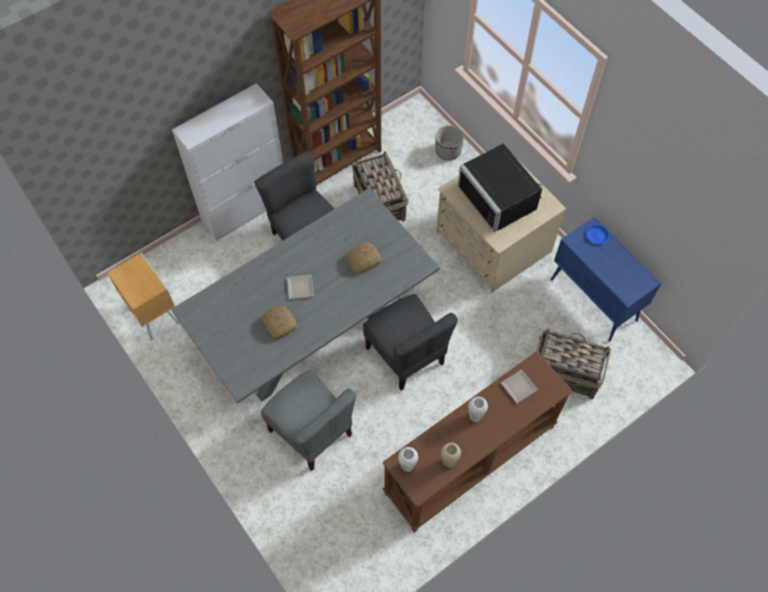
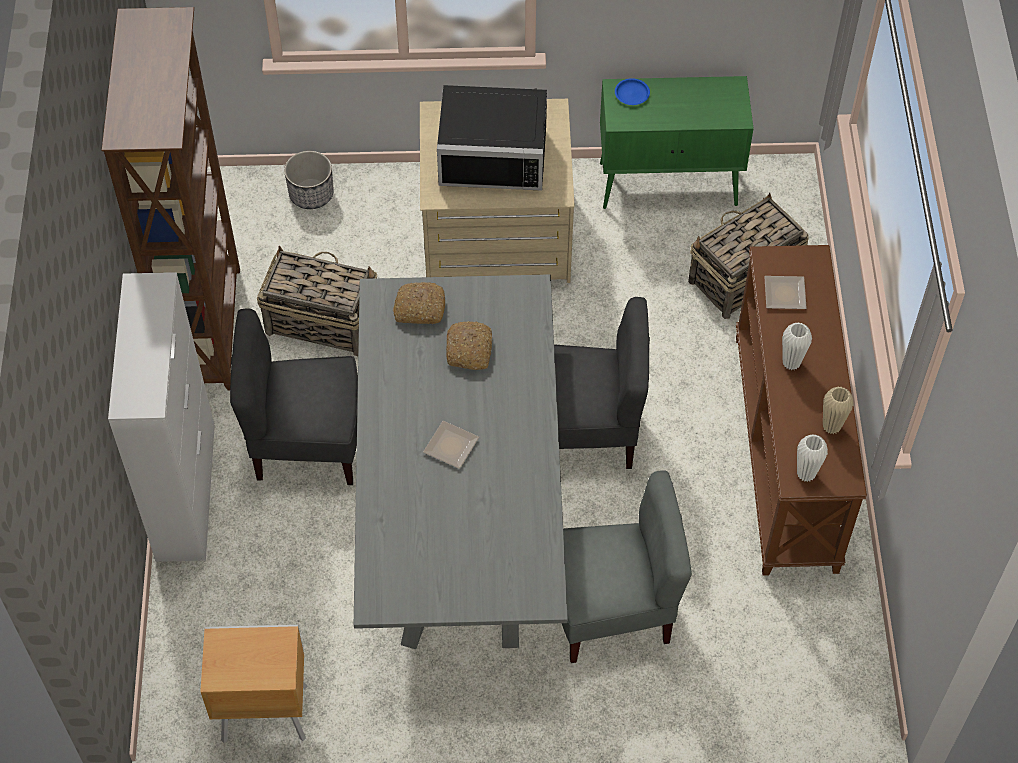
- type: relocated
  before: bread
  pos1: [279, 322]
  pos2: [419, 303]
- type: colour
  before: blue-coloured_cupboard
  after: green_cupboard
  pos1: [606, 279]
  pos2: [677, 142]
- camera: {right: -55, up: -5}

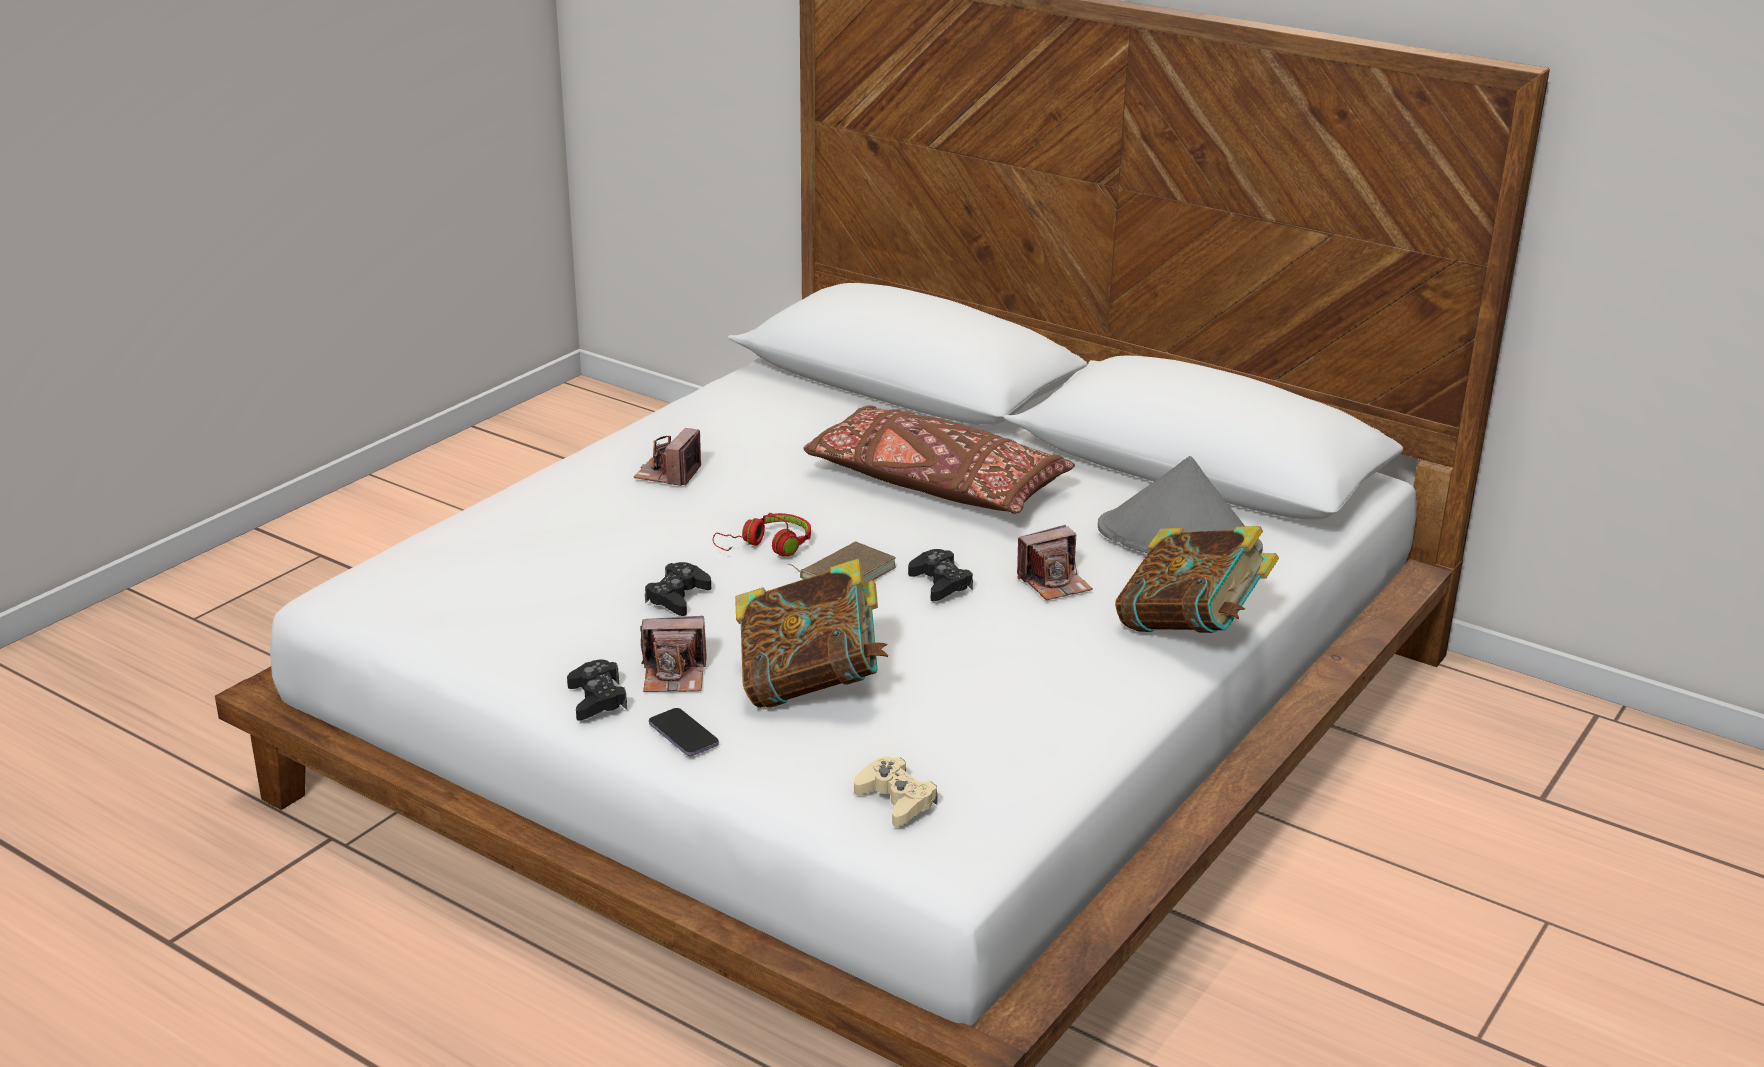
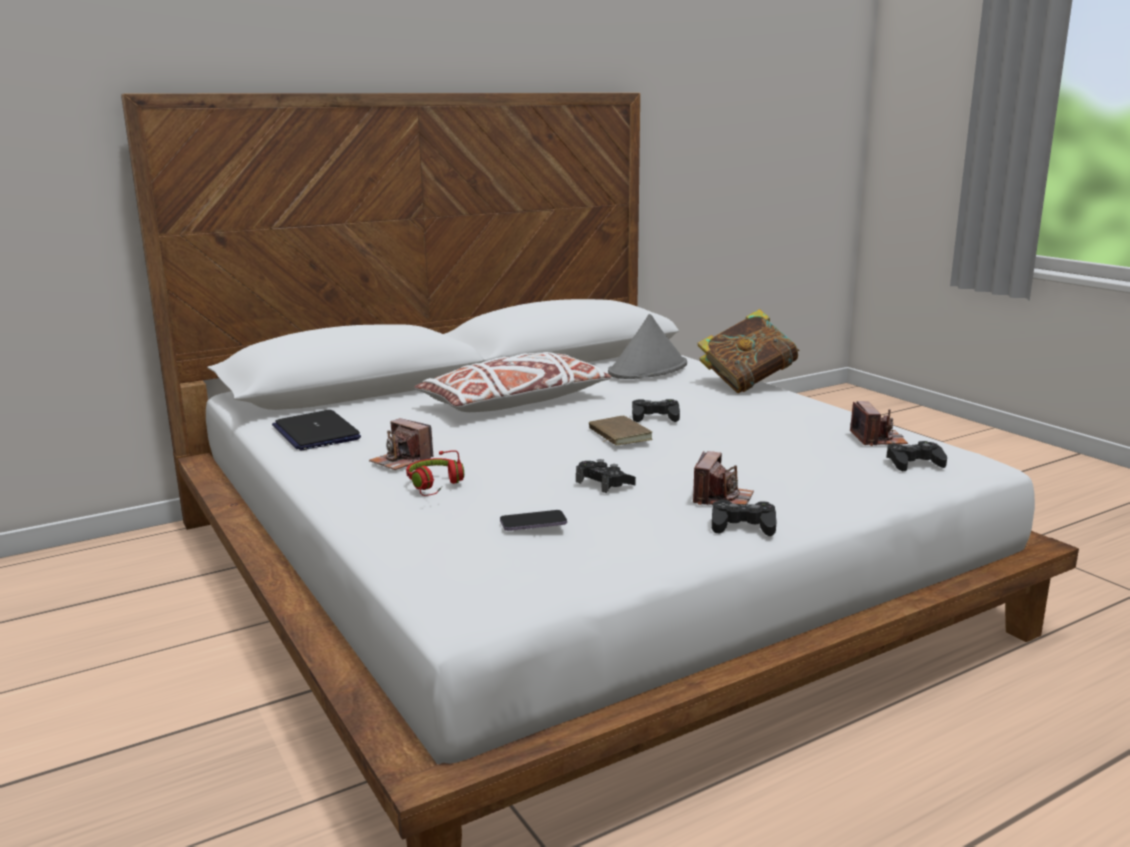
- type: appeared
  after: portable_computer
  pos2: [316, 430]
- type: relocated
  before: red_pair_of_headphones
  pos1: [762, 534]
  pos2: [435, 473]
- type: colour
  before: brown-coloured_throw_pillow
  after: whitish_throw_pillow
  pos1: [939, 459]
  pos2: [513, 382]
- type: relocated
  before: telephone
  pos1: [684, 732]
  pos2: [533, 520]
- type: relocated
  before: still_camera
  pos1: [1055, 562]
  pos2: [879, 423]
- type: colour
  before: beige-coloured_gamepad
  after: black_gamepad
  pos1: [896, 792]
  pos2: [917, 456]
- type: missing
  before: bound_book
  pos1: [811, 633]
- camera: {right: -65, up: -10}

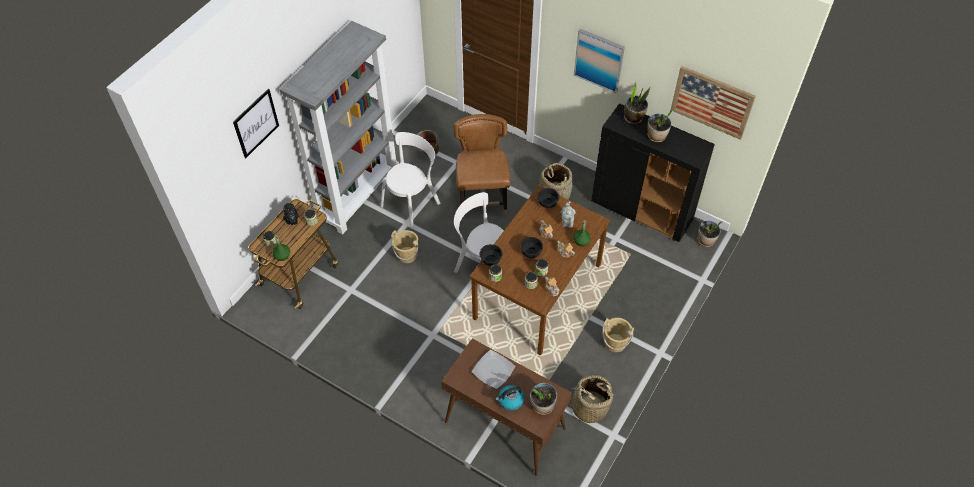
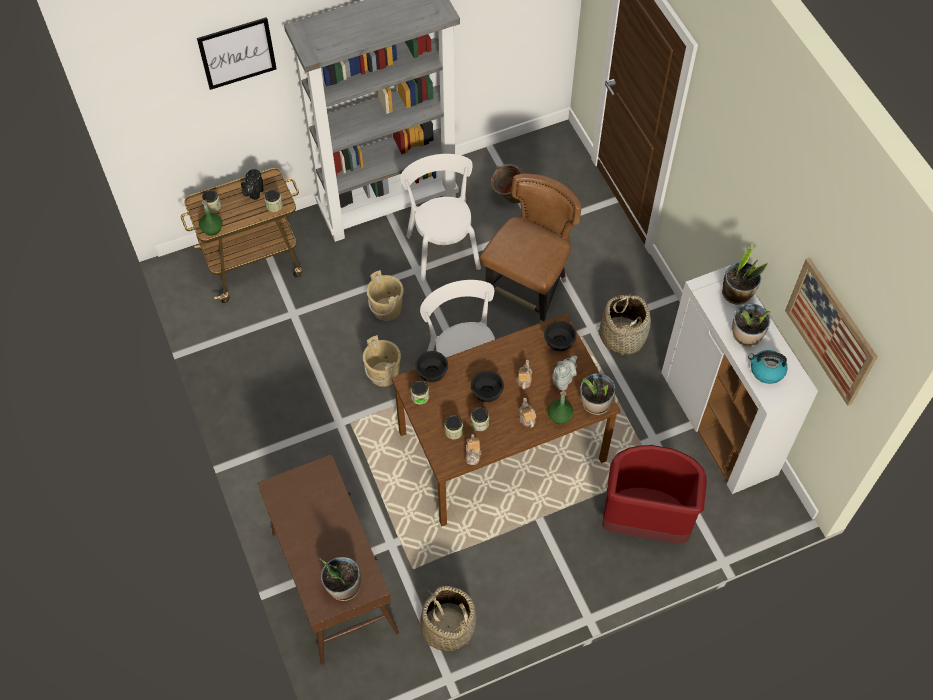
- type: relocated
  before: beige-coloured_bucket
  pos1: [618, 335]
  pos2: [382, 361]
- type: spun
  before: whitish_chair
  pos1: [410, 180]
  pos2: [441, 218]
  turn: -90
- type: relocated
  before: potted_plant
  pos1: [710, 234]
  pos2: [598, 394]
- type: appeared
  after: red_trash_can
  pos2: [654, 494]
- type: colour
  before: black_cupboard
  after: whitish_cupboard
  pos1: [653, 172]
  pos2: [739, 379]
- type: relocated
  before: water_kettle
  pos1: [509, 397]
  pos2: [768, 367]
- type: missing
  before: plate
  pos1: [493, 369]
- type: missing
  before: wall_picture
  pos1: [599, 61]
- camera: {right: 35, up: 5}

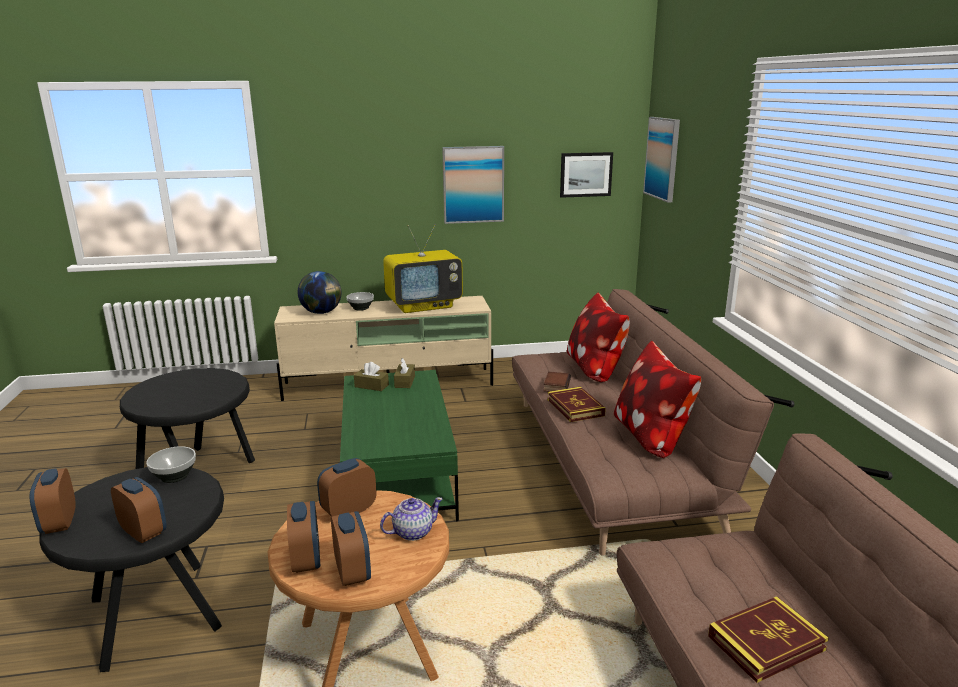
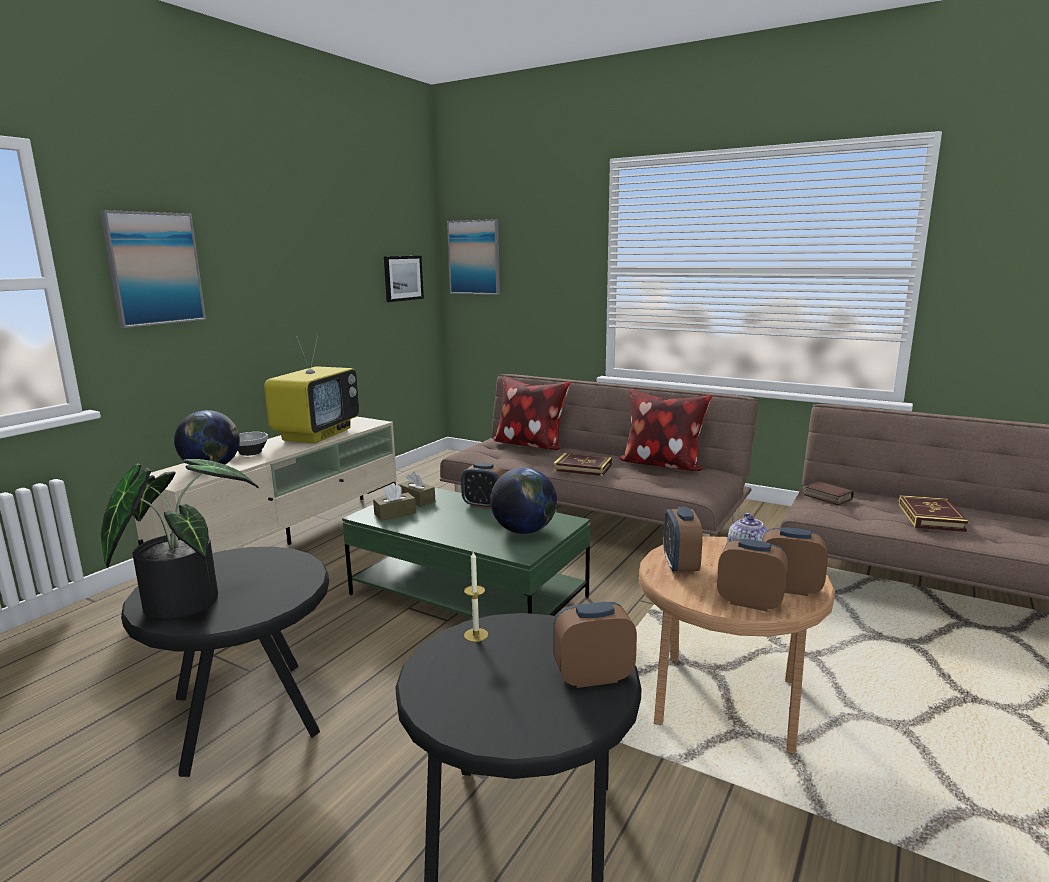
- type: relocated
  before: wall_picture
  pos1: [473, 185]
  pos2: [153, 269]
- type: appeared
  after: potted_plant
  pos2: [179, 540]
- type: relocated
  before: table_clock
  pos1: [52, 501]
  pos2: [483, 486]
- type: exchanged
  before: bowl
  after: candle
  pos1: [171, 464]
  pos2: [476, 597]
- type: appeared
  after: globe
  pos2: [523, 500]
- type: relocated
  before: bound_book
  pos1: [557, 382]
  pos2: [829, 493]
- camera: {right: -50, up: -5}

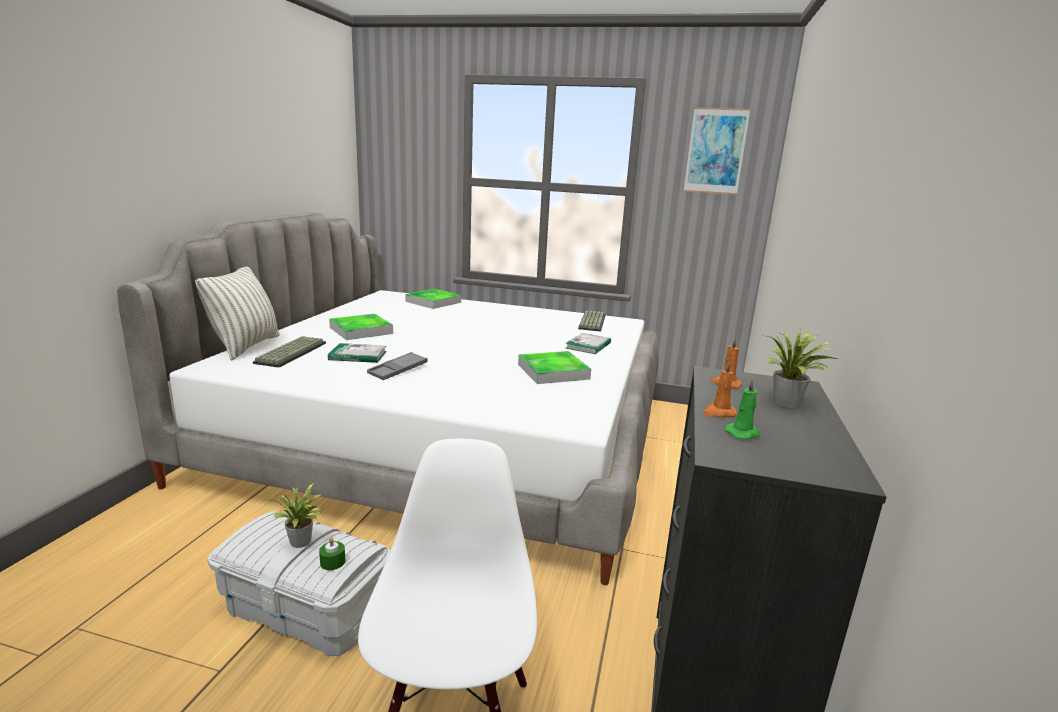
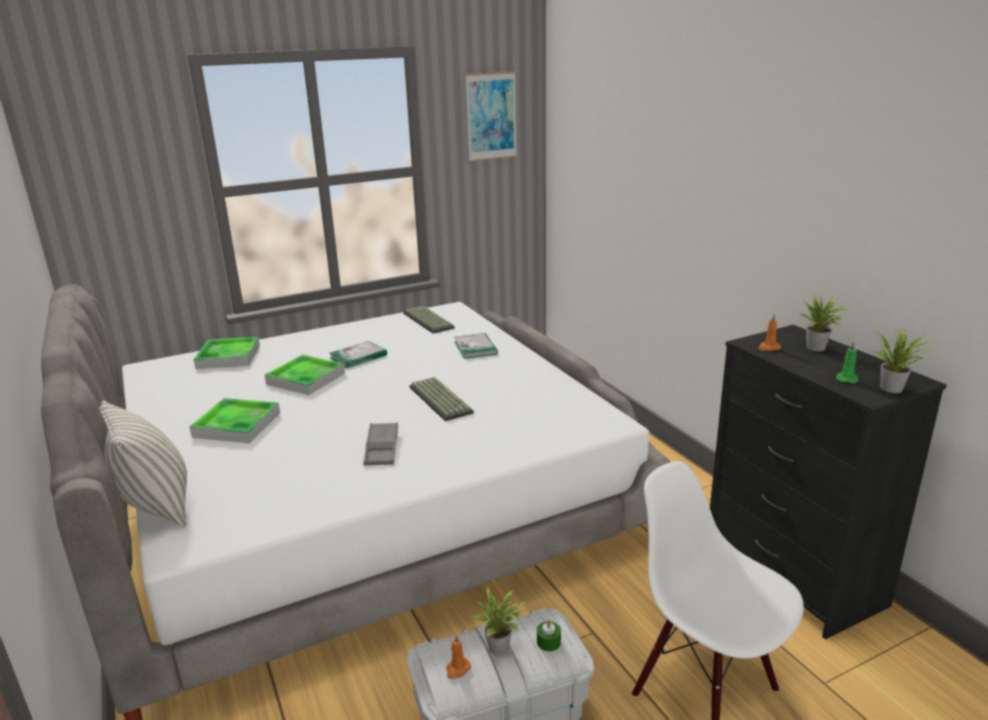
- type: relocated
  before: carrying_tray
  pos1: [554, 367]
  pos2: [304, 375]
- type: relocated
  before: bound_book
  pos1: [357, 353]
  pos2: [358, 354]
- type: relocated
  before: PC_keyboard
  pos1: [289, 352]
  pos2: [441, 399]
- type: relocated
  before: orangey_candle
  pos1: [720, 389]
  pos2: [458, 656]
- type: appeared
  after: potted_plant
  pos2: [905, 361]
- camera: {right: -40, up: 5}

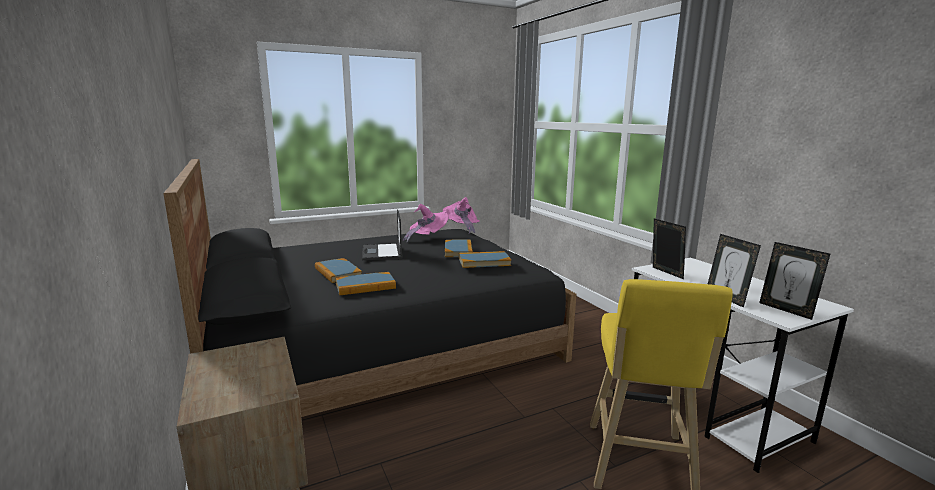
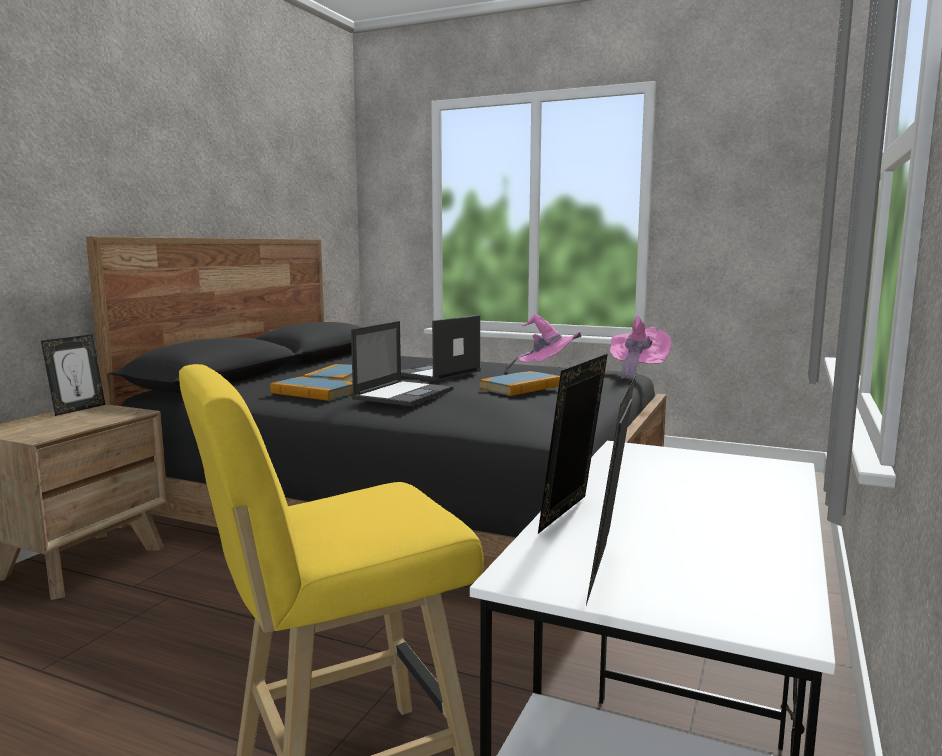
- type: relocated
  before: standing_frame
  pos1: [669, 249]
  pos2: [73, 375]
- type: appeared
  after: portable_computer
  pos2: [402, 363]
- type: missing
  before: bound_book
  pos1: [485, 259]
- camera: {right: 50, up: -5}

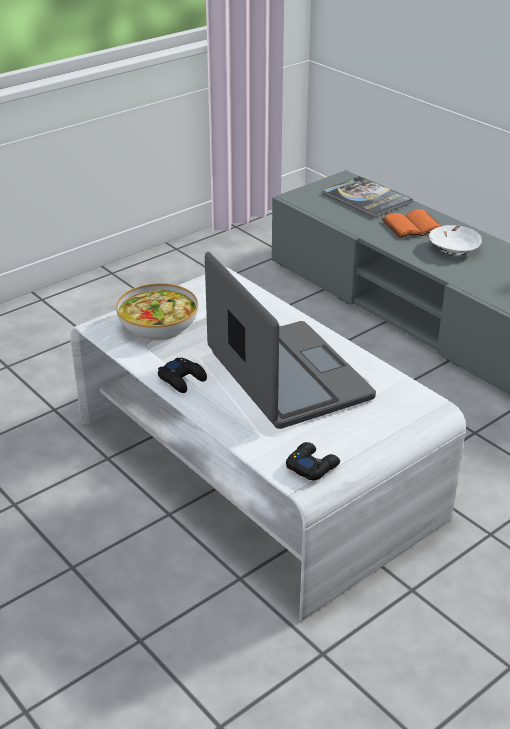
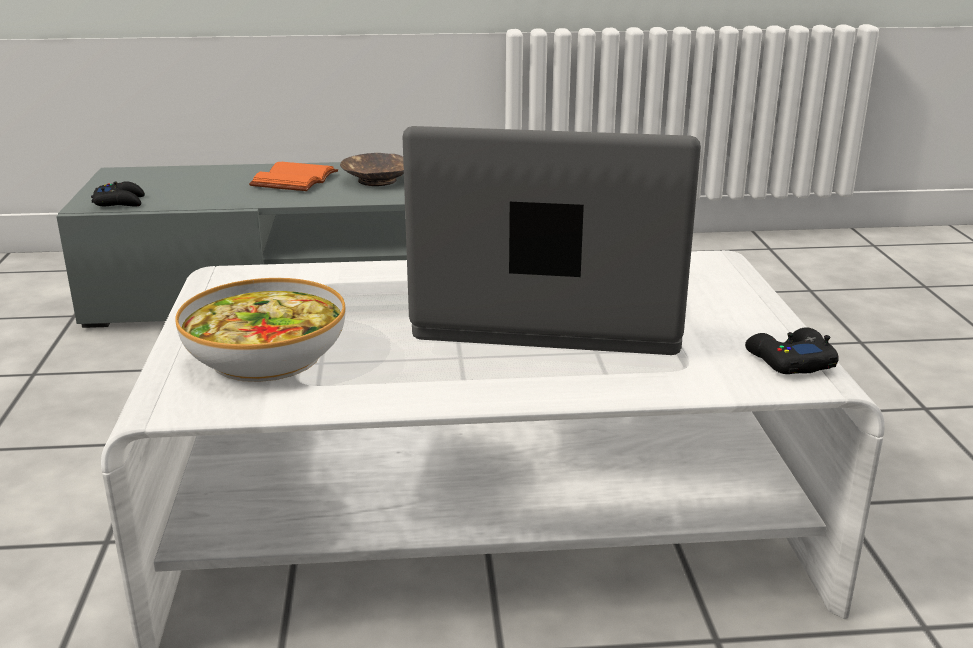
- type: relocated
  before: black_gamepad
  pos1: [182, 375]
  pos2: [118, 194]
- type: colour
  before: whitish_bowl
  after: brown-coloured_bowl
  pos1: [455, 240]
  pos2: [372, 169]
- type: missing
  before: bound_book
  pos1: [367, 196]
- camera: {right: -55, up: -10}

